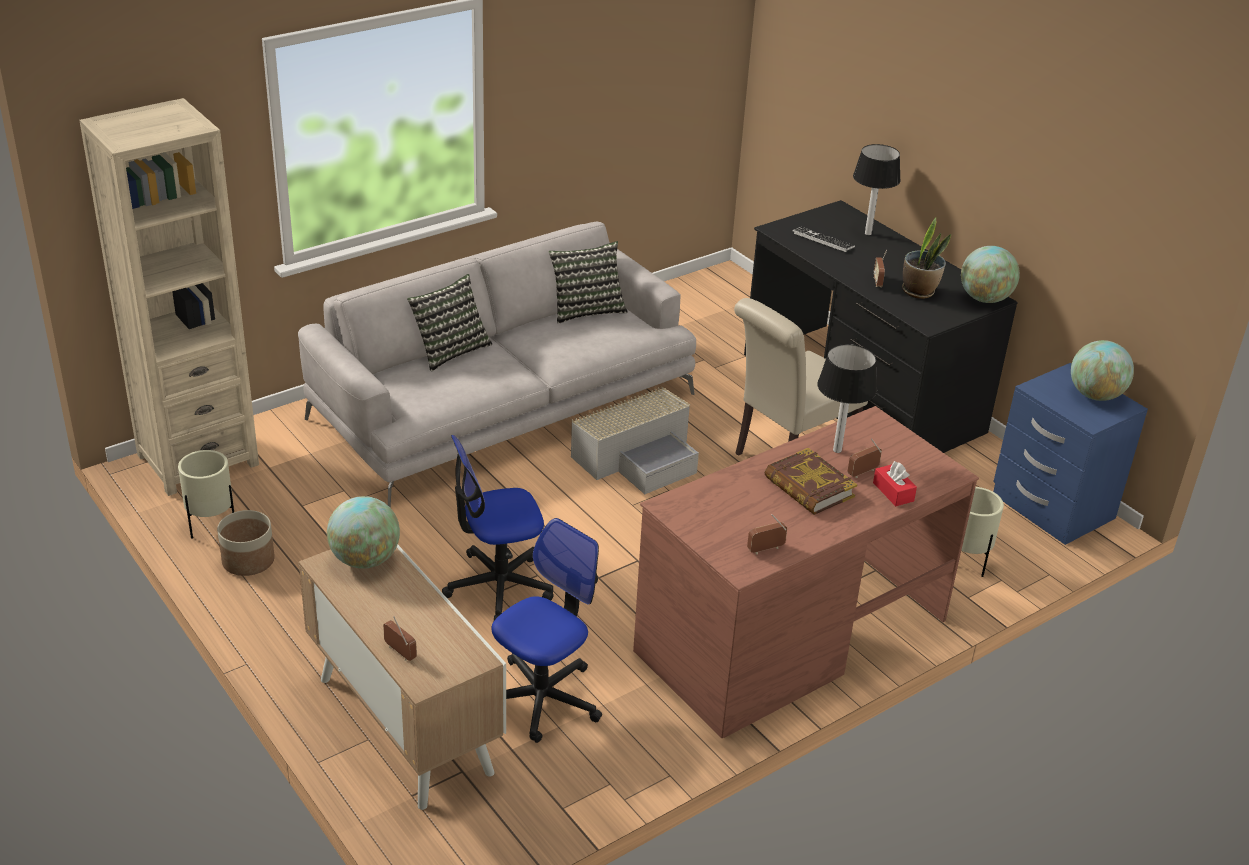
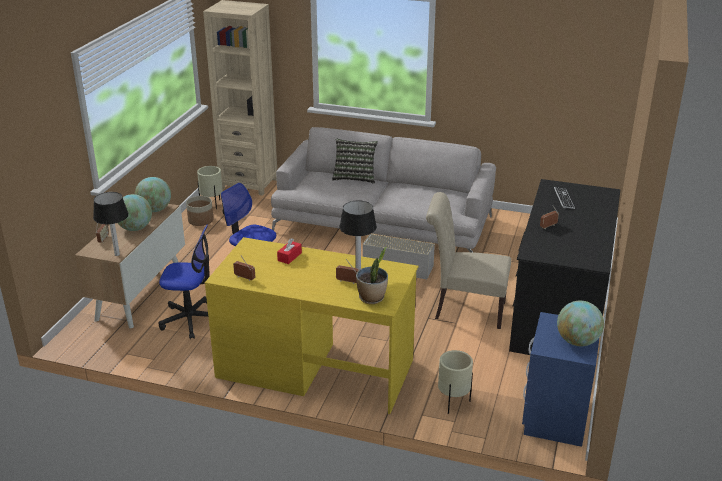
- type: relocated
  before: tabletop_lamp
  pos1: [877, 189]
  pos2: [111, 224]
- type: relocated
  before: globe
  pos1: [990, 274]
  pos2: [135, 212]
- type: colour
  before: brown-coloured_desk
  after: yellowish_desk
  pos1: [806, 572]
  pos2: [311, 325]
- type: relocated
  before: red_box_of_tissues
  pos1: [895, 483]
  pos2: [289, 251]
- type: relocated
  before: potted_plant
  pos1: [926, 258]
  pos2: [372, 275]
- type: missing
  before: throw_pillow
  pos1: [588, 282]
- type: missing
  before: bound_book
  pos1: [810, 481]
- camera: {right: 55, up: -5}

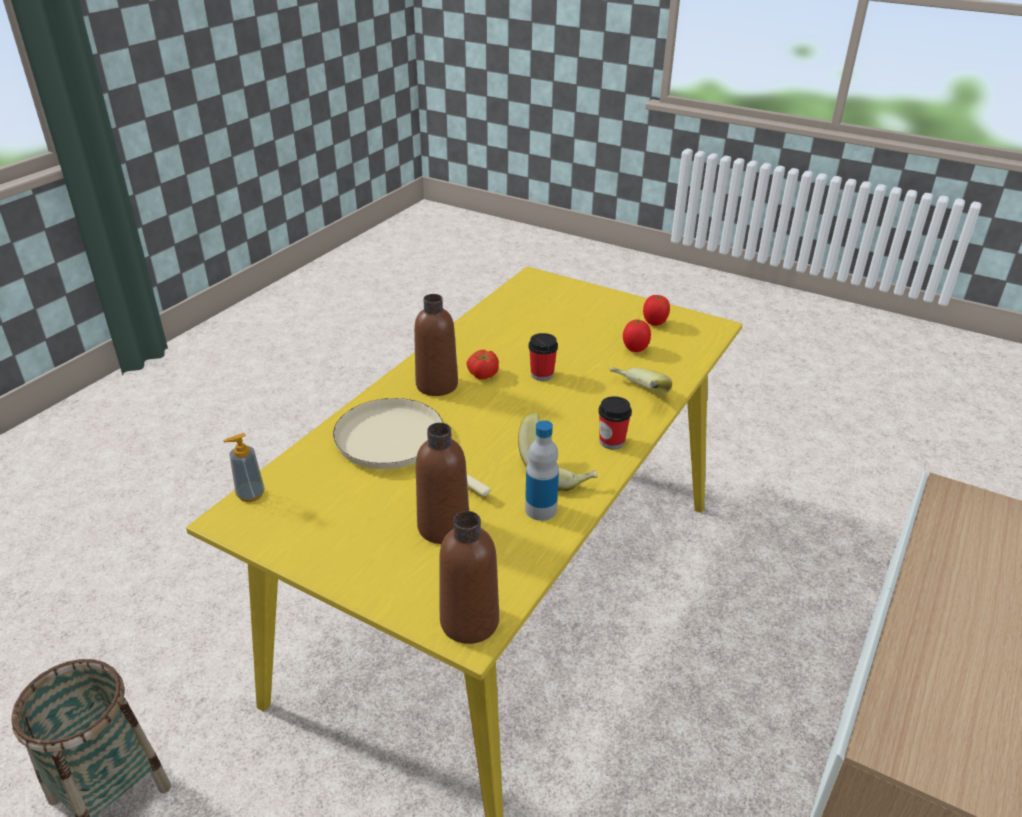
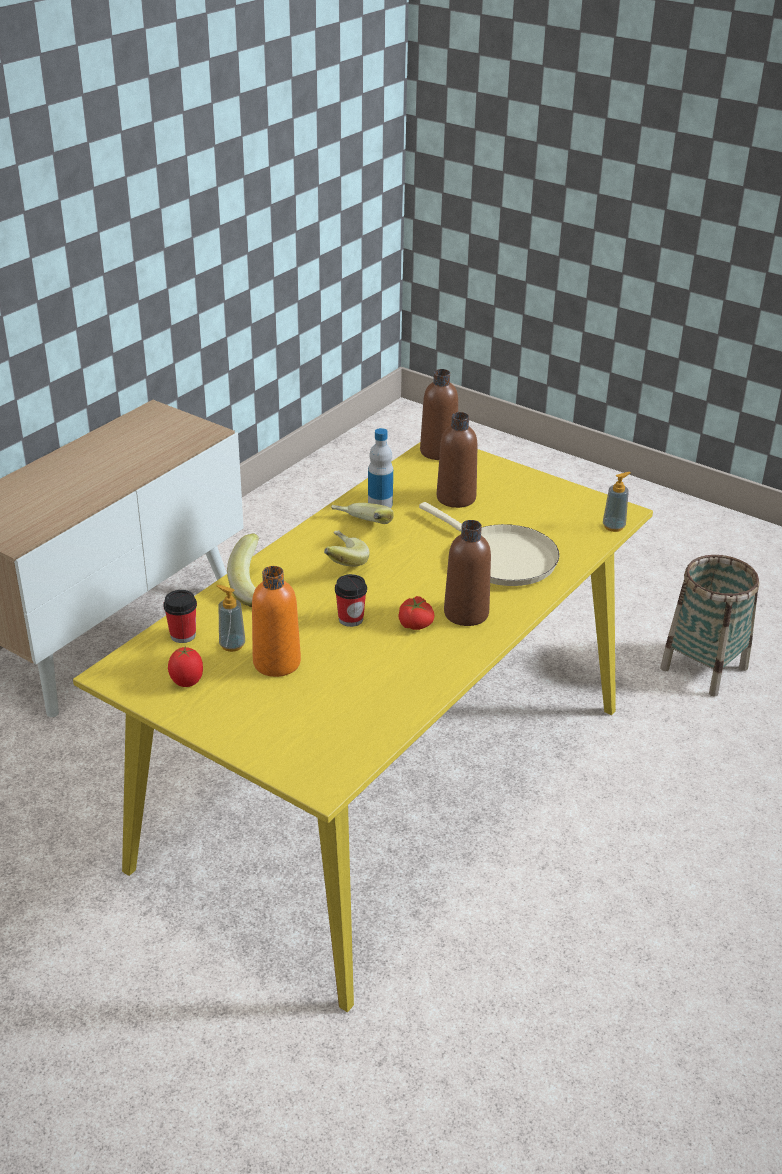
- type: relocated
  before: drinking_cup
  pos1: [615, 423]
  pos2: [180, 616]
- type: exchanged
  before: tomato
  after: soap_dispenser
  pos1: [637, 336]
  pos2: [231, 618]
- type: appeared
  after: orangey_bottle
  pos2: [276, 621]
- type: appeared
  after: banana_fruit
  pos2: [347, 548]
- camera: {right: -175, up: 0}

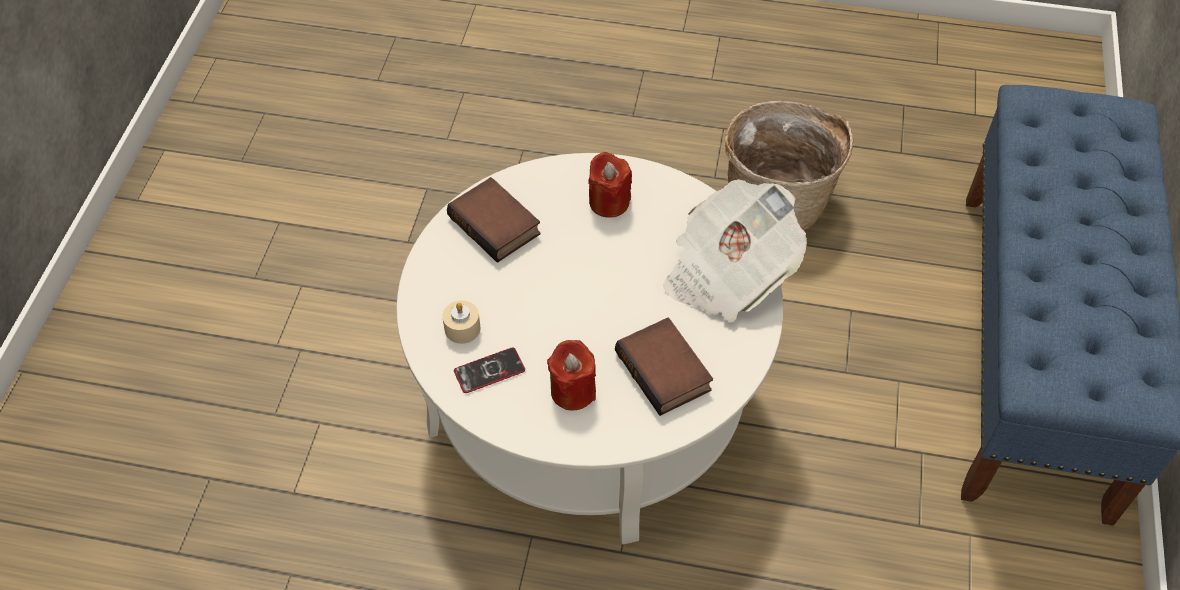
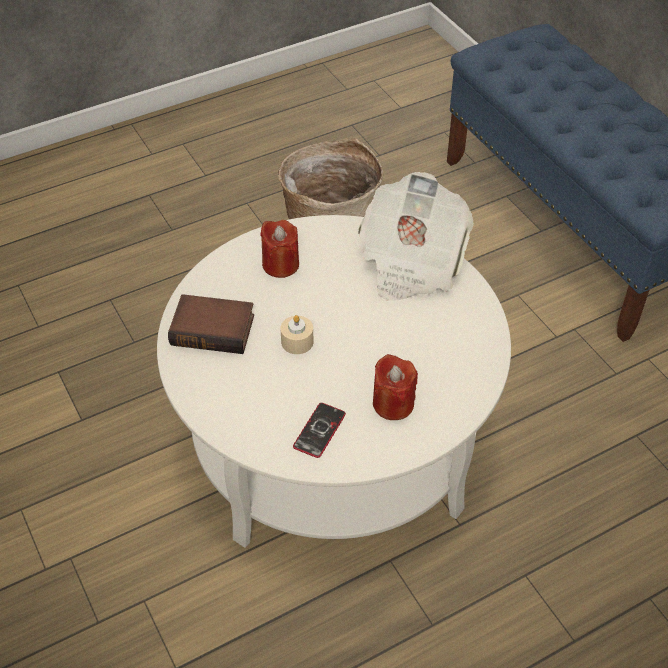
- type: relocated
  before: beige-coloured_candle
  pos1: [461, 322]
  pos2: [297, 334]
- type: missing
  before: bound_book
  pos1: [664, 367]
- camera: {right: -40, up: -5}

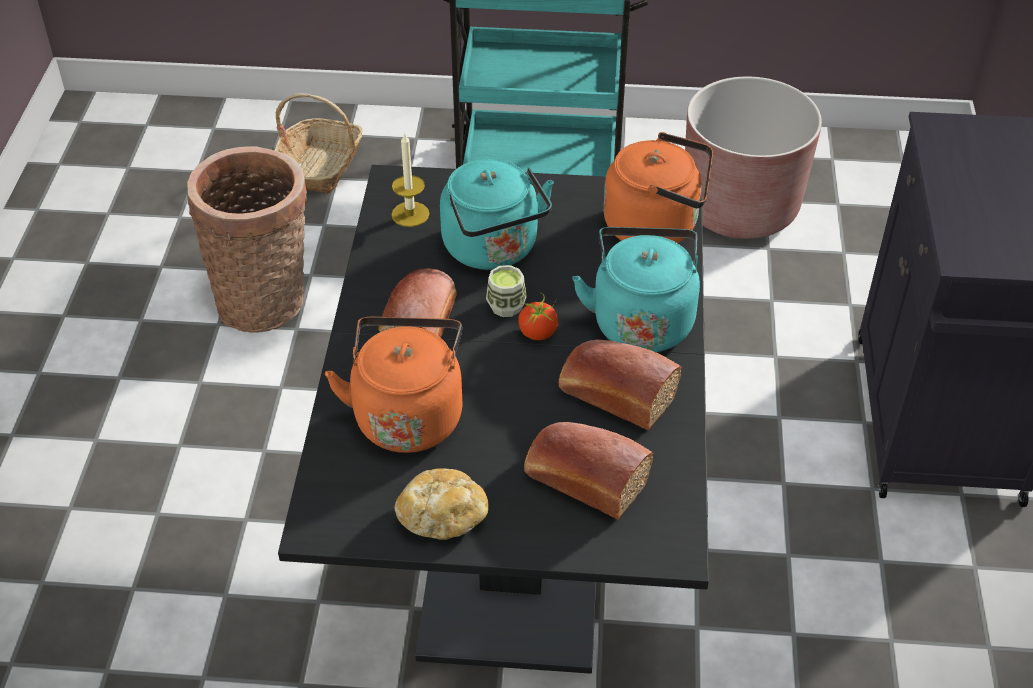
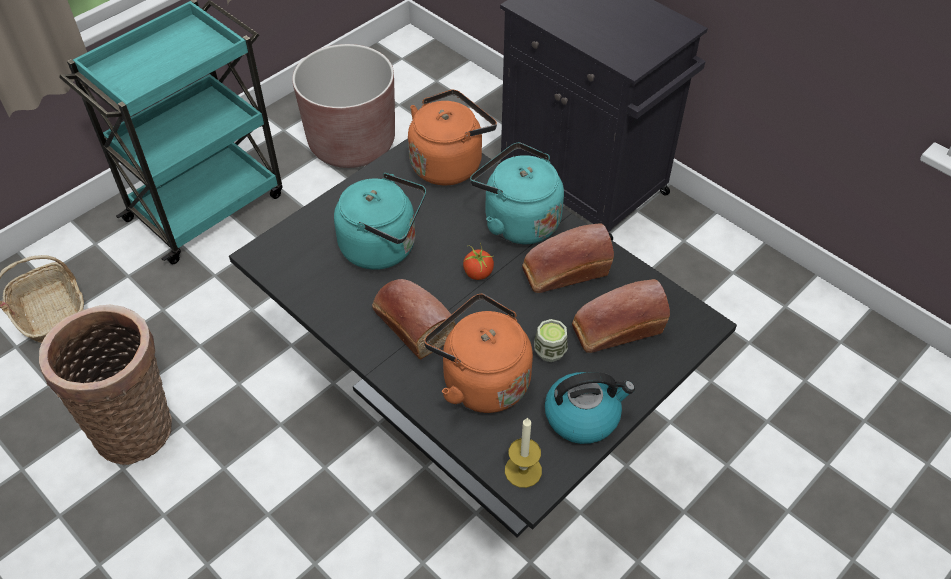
- type: relocated
  before: candle
  pos1: [410, 179]
  pos2: [523, 452]
- type: relocated
  before: drinking_cup
  pos1: [506, 291]
  pos2: [551, 340]
- type: exchanged
  before: bread
  after: water_kettle
  pos1: [442, 504]
  pos2: [590, 408]
- camera: {right: -50, up: 5}

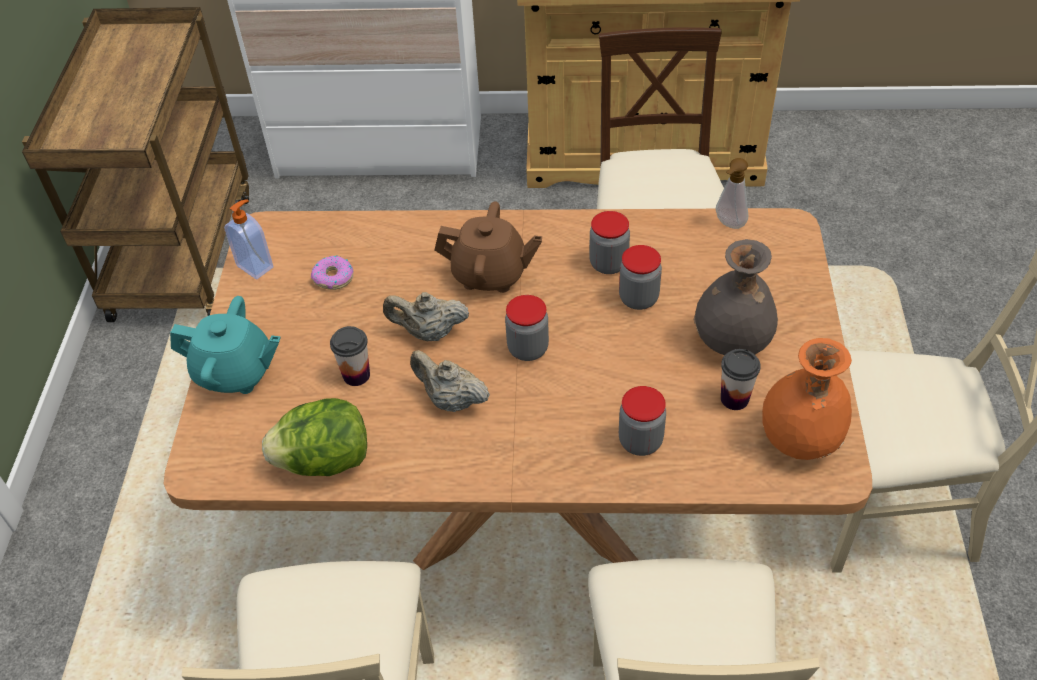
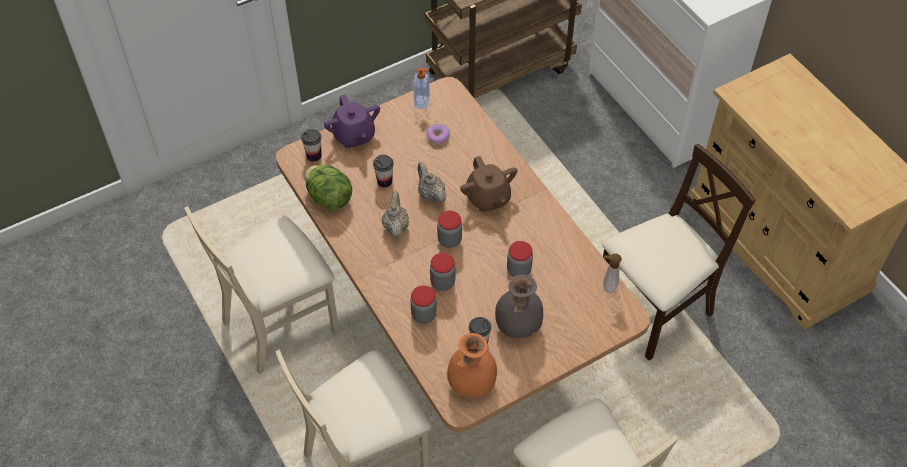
- type: appeared
  after: drinking_cup
  pos2: [311, 145]
- type: colour
  before: blue-green_teapot
  after: purple-coloured_teapot
  pos1: [225, 345]
  pos2: [352, 121]
- type: relocated
  before: preserve_jar
  pos1: [609, 242]
  pos2: [442, 272]
- camera: {right: 55, up: 5}

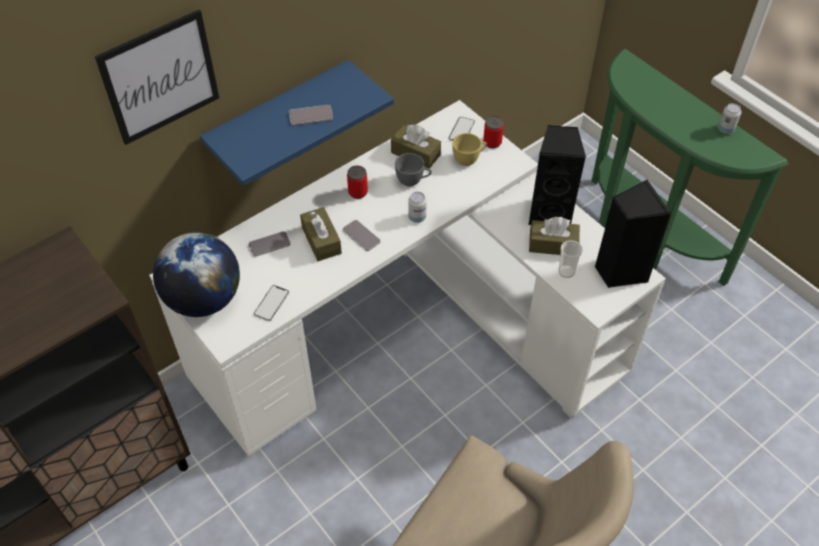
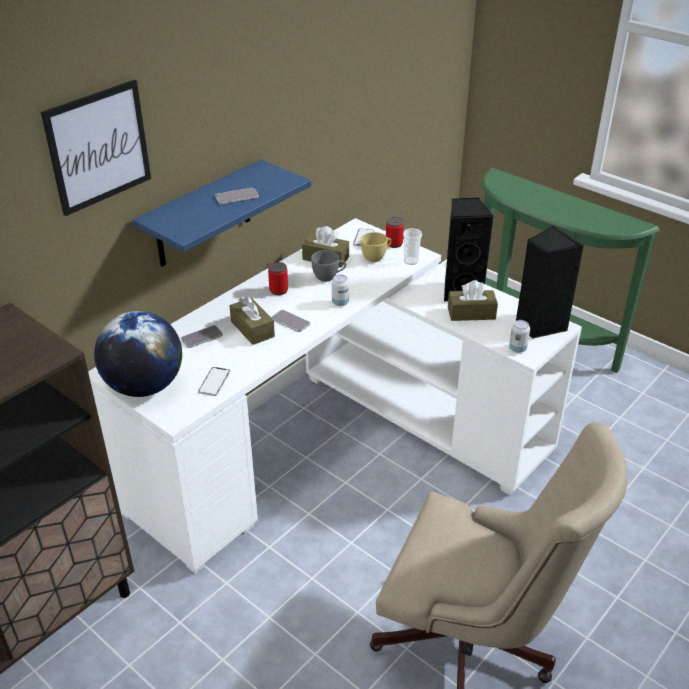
- type: relocated
  before: drinking_cup
  pos1: [570, 259]
  pos2: [412, 246]
- type: relocated
  before: metal_can
  pos1: [729, 118]
  pos2: [519, 336]
- camera: {right: -10, up: -15}

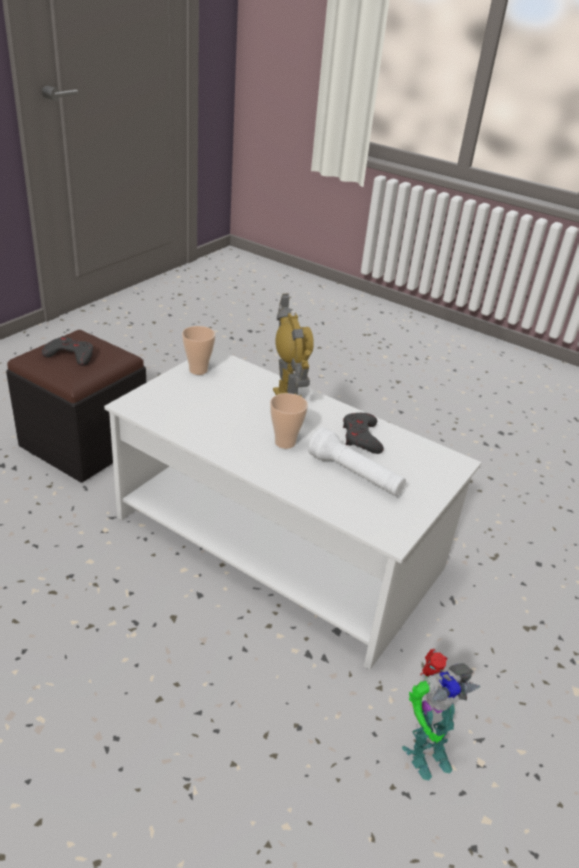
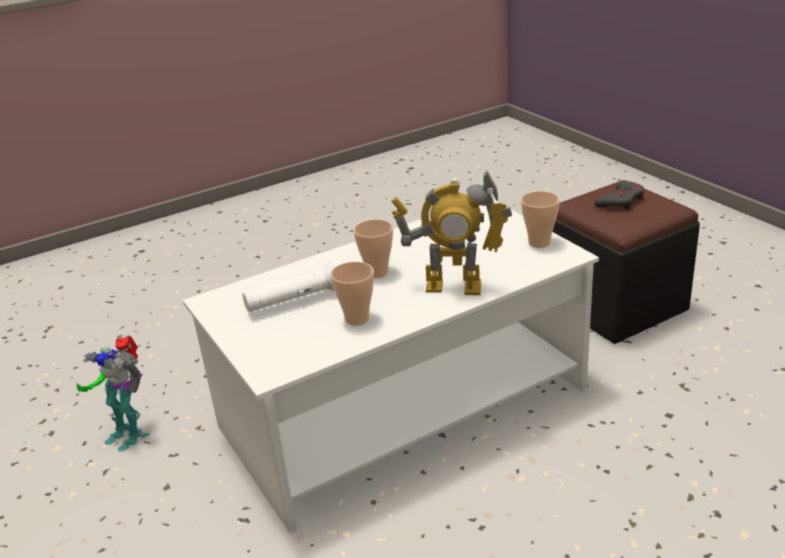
- type: spun
  before: toy_robot
  pos1: [441, 714]
  pos2: [113, 393]
  turn: -60
- type: exchanged
  before: grey_gamepad
  after: drinking_cup
  pos1: [363, 433]
  pos2: [352, 294]
- camera: {right: 120, up: -5}

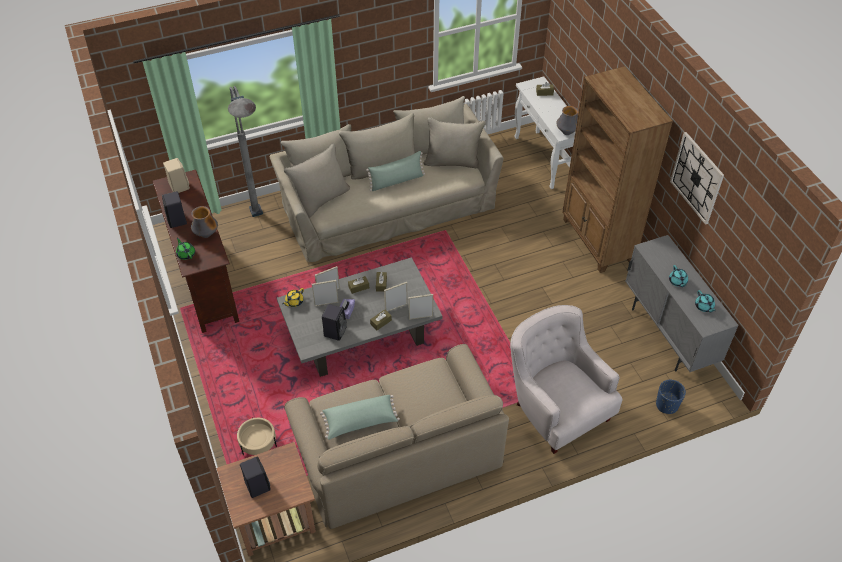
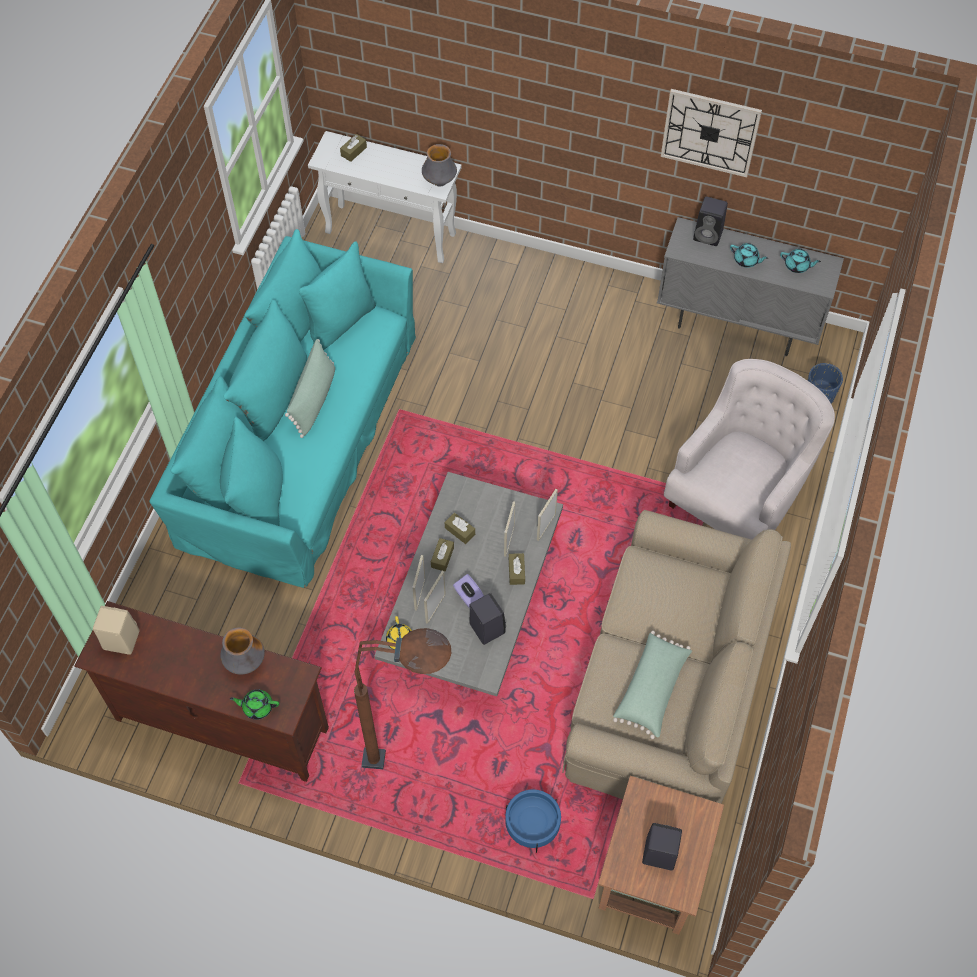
- type: colour
  before: beige-coloured_sofa
  after: blue-green_sofa
  pos1: [387, 179]
  pos2: [283, 408]
- type: appeared
  after: brown-coloured_floor_lamp
  pos2: [402, 698]
- type: colour
  before: beige-coloured_flower_pot
  after: blue-coloured_flower_pot
  pos1: [257, 436]
  pos2: [533, 821]
- type: spun
  before: whitish_armchair
  pos1: [566, 379]
  pos2: [749, 449]
  turn: 120
- type: relocated
  before: black_audio_speaker
  pos1: [174, 209]
  pos2: [710, 221]
- type: missing
  before: grey_floor_lamp
  pos1: [245, 151]
- type: missing
  before: brown-coloured_bookshelf
  pos1: [617, 169]
- camera: {right: -50, up: 10}

